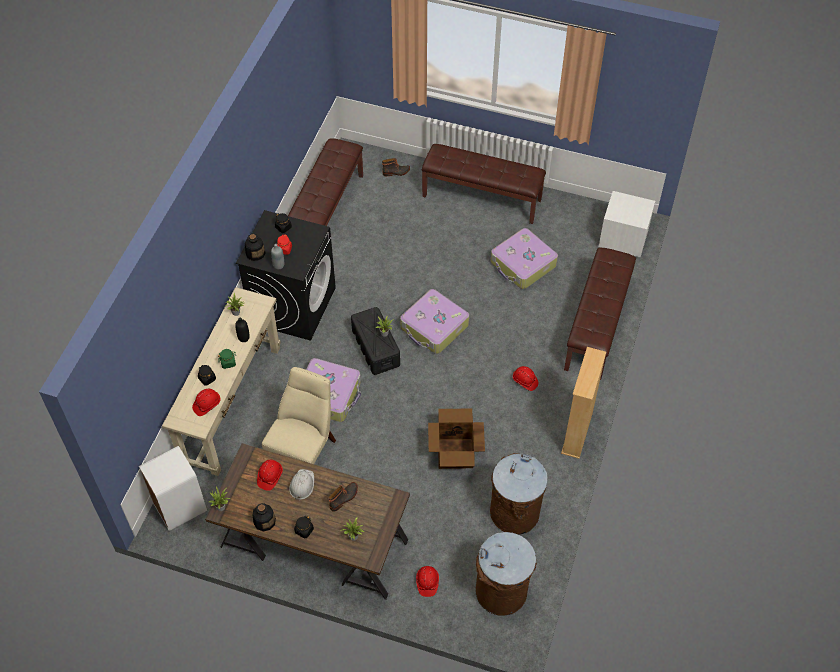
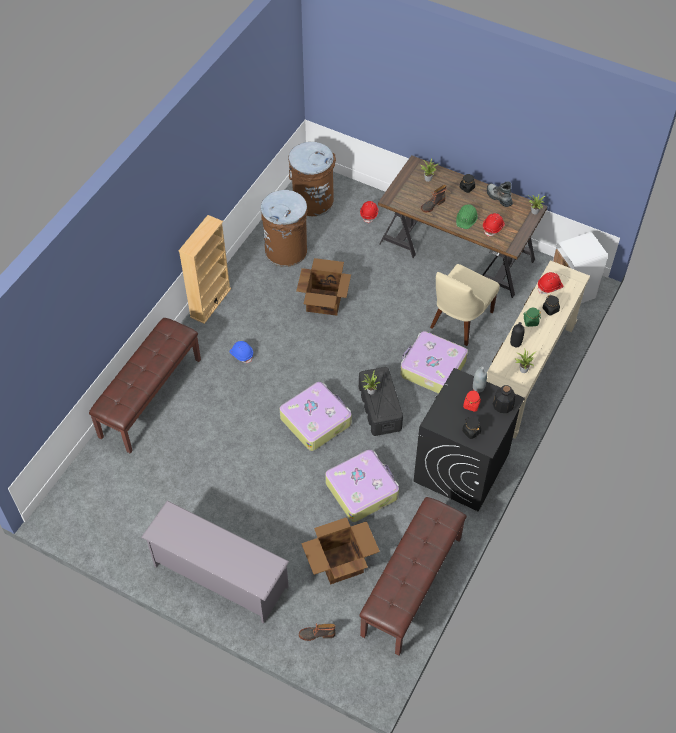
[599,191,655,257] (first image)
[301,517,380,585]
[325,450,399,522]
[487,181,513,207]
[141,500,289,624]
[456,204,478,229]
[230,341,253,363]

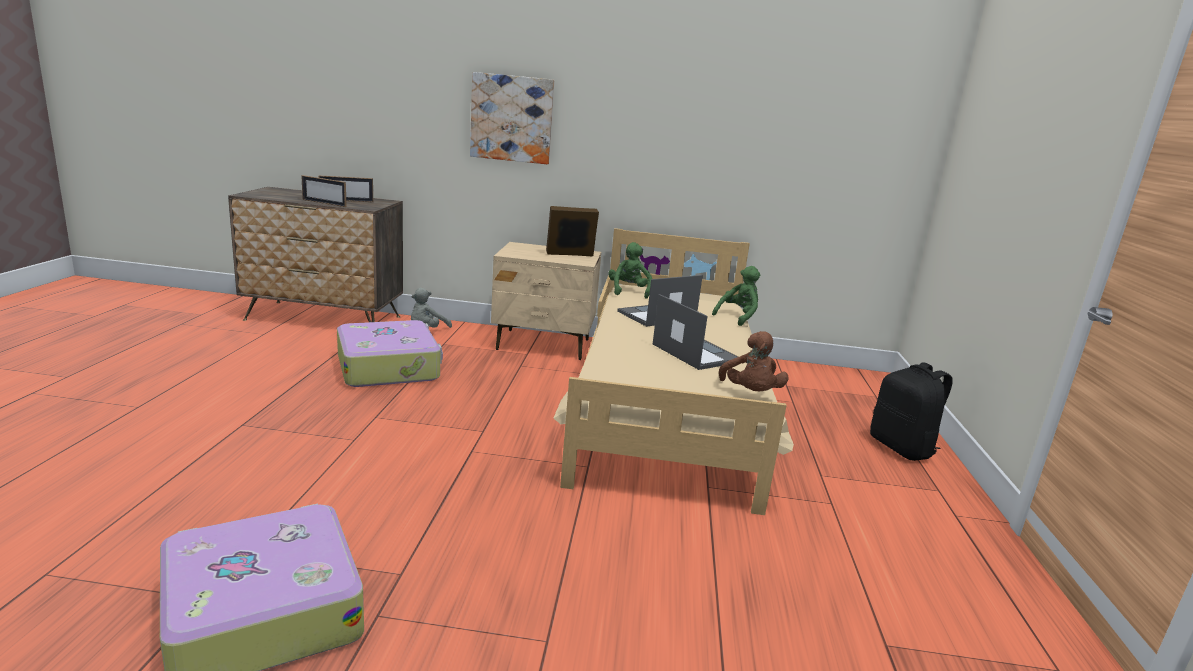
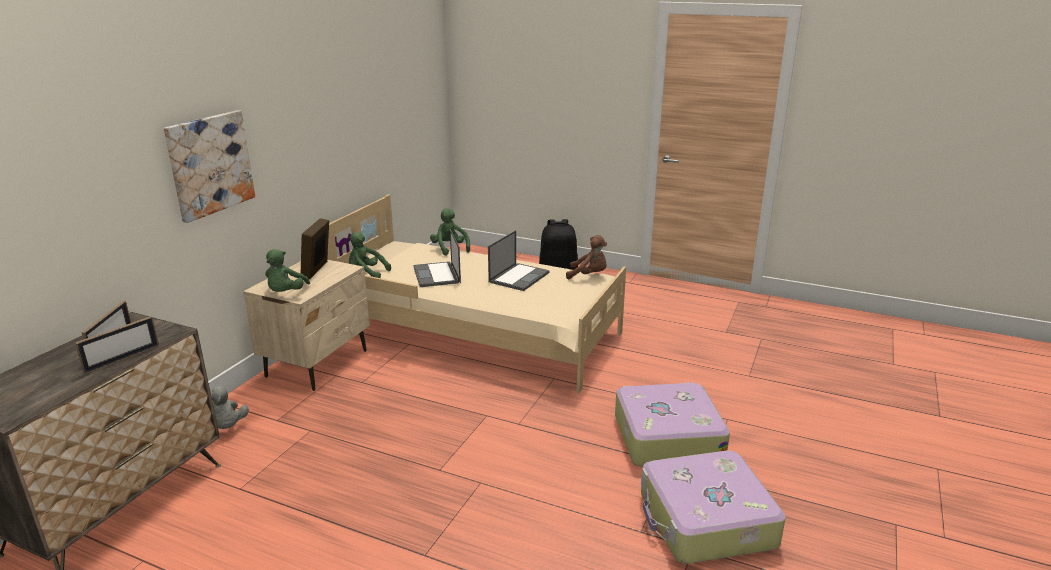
[265,249,310,292]
[615,382,730,467]
[488,230,550,291]

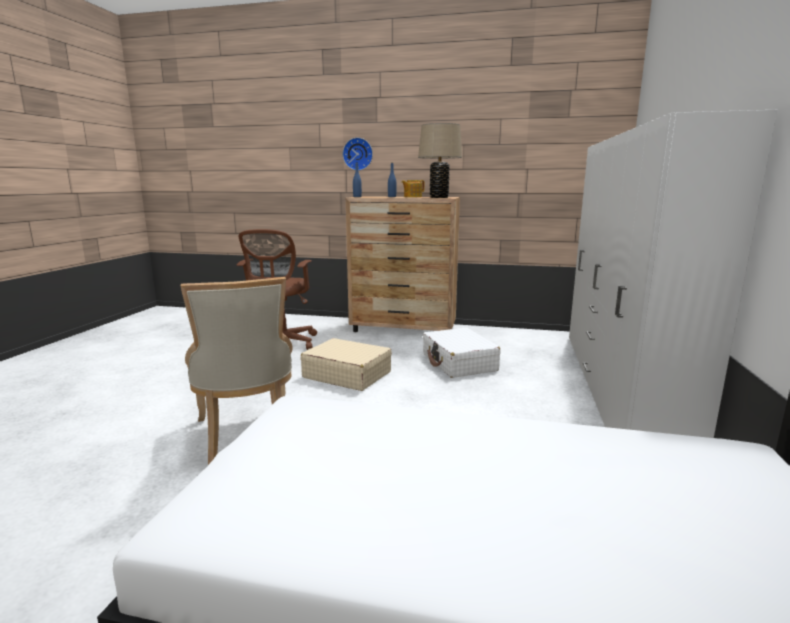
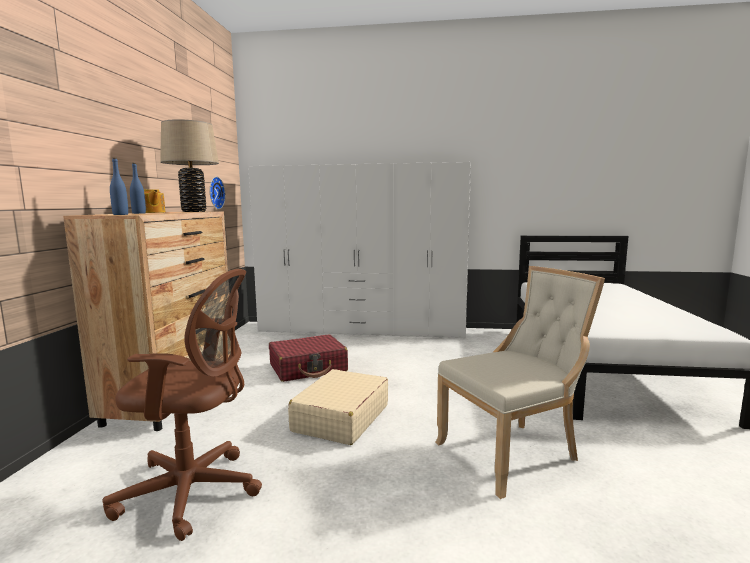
[209,177,226,209]
[269,334,348,382]

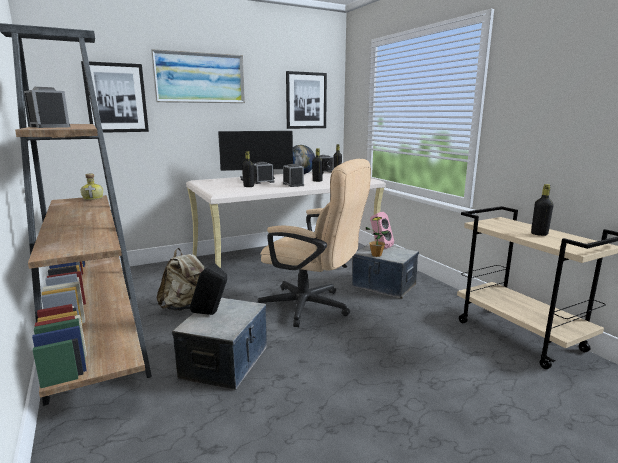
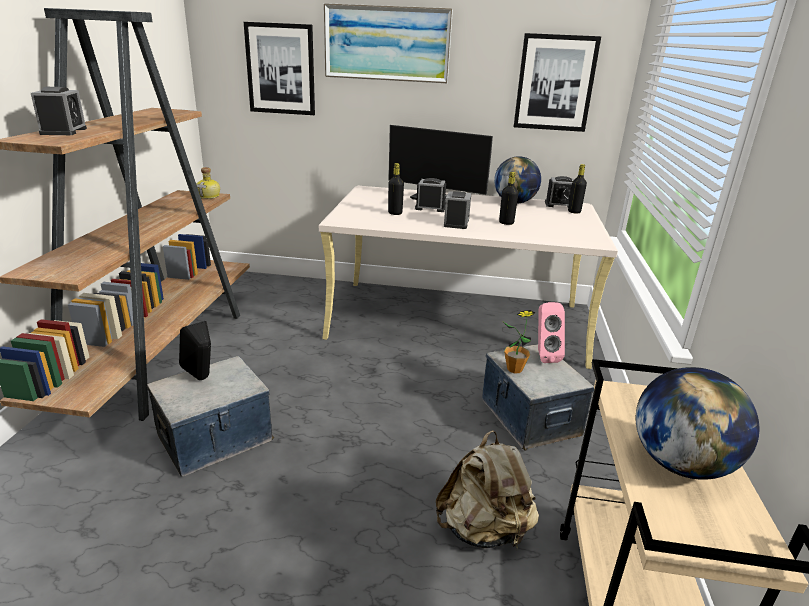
[257,159,371,327] (first image)
[436,430,539,549]
[636,367,759,480]

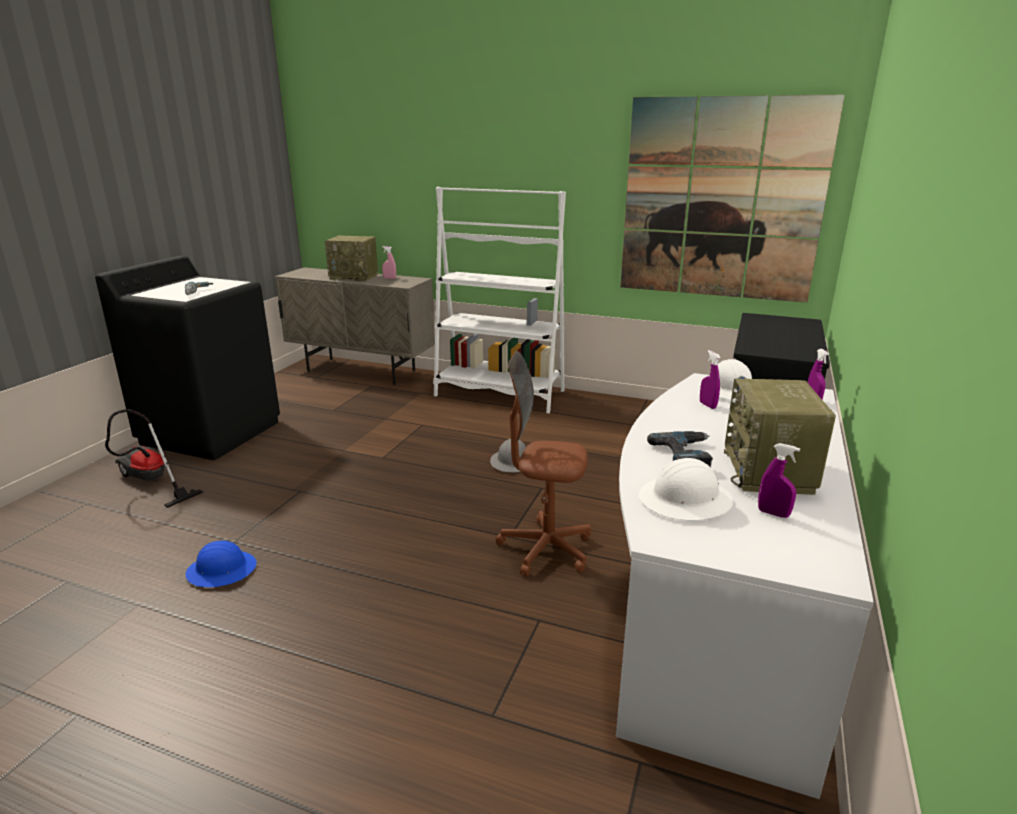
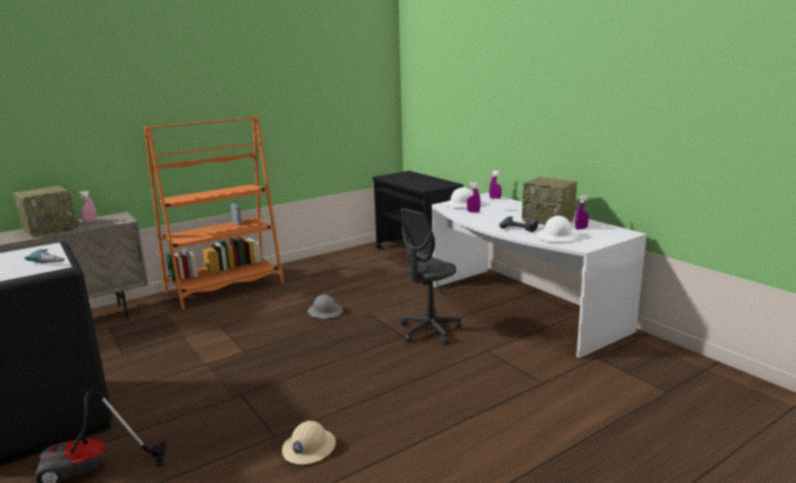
[620,95,845,303] (first image)
[282,421,336,464]
[144,116,284,310]
[401,208,462,344]

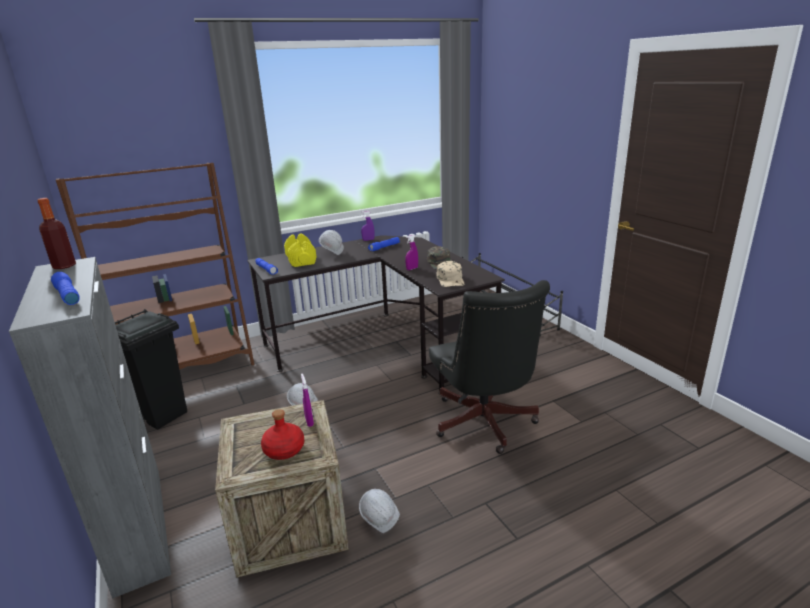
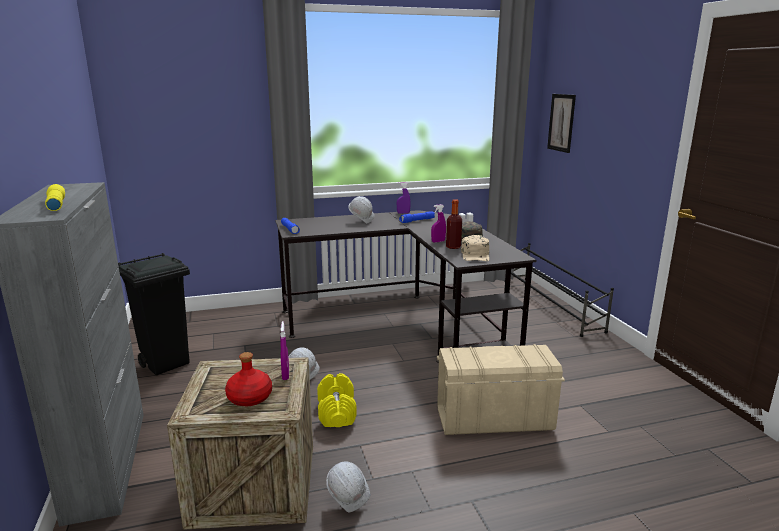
[56,163,254,370] (first image)
[547,94,576,153]
[446,199,462,249]
[317,373,357,427]
[437,344,565,435]
[45,184,65,211]

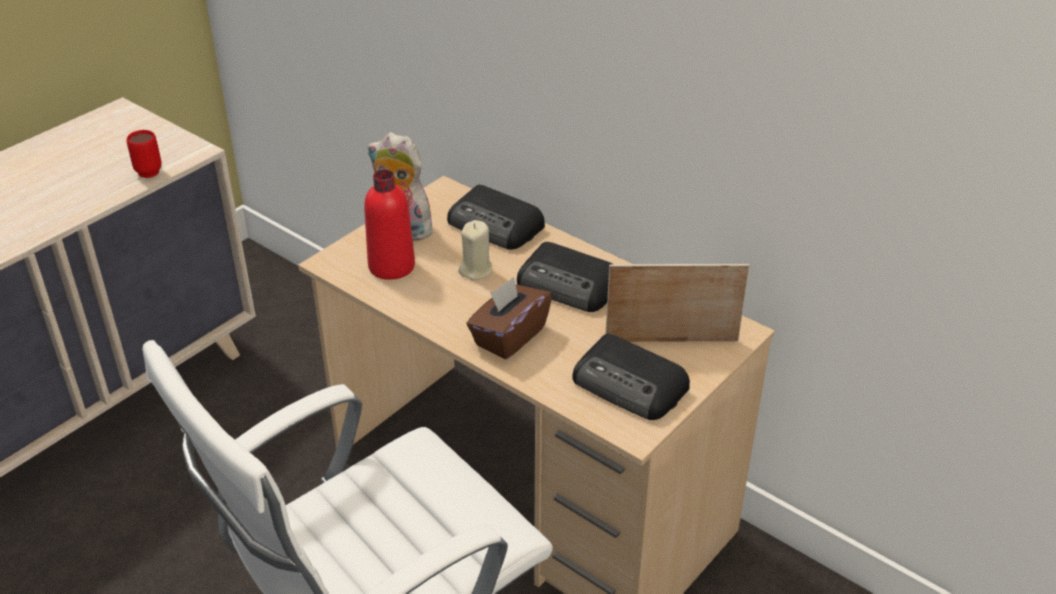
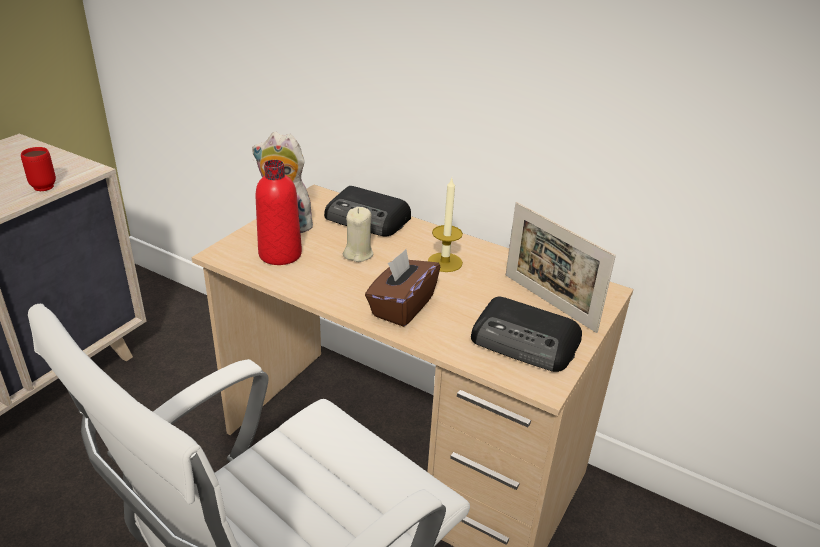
[428,178,463,272]
[506,202,616,333]

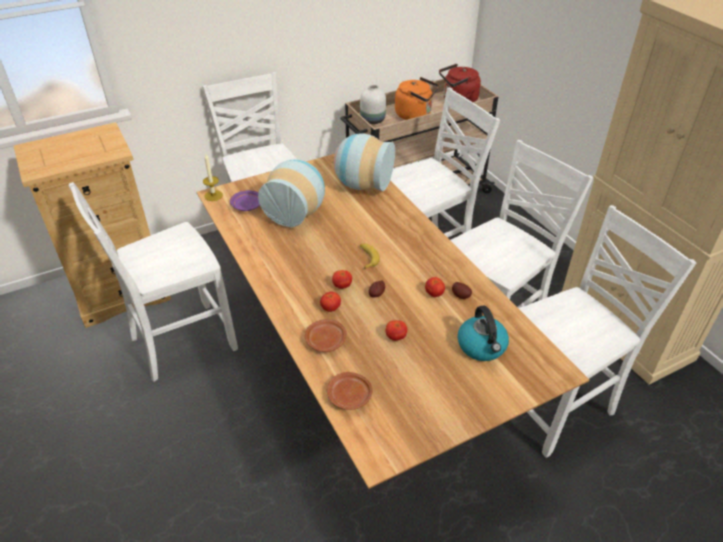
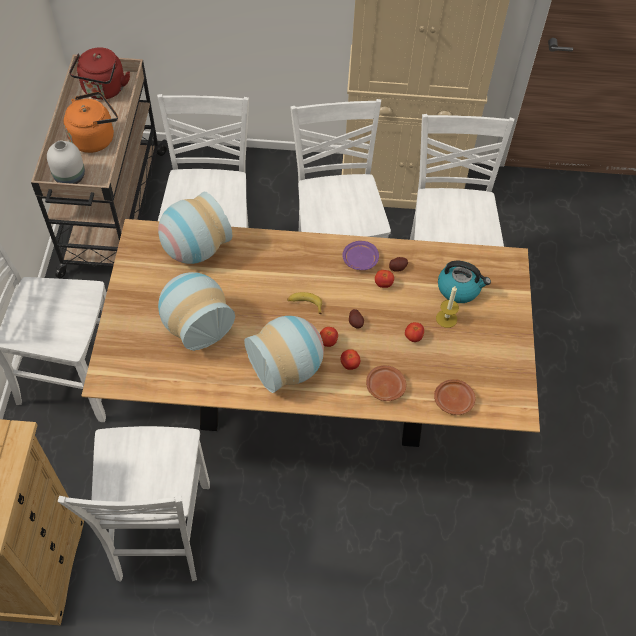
[244,316,324,393]
[436,286,459,328]
[342,241,379,270]

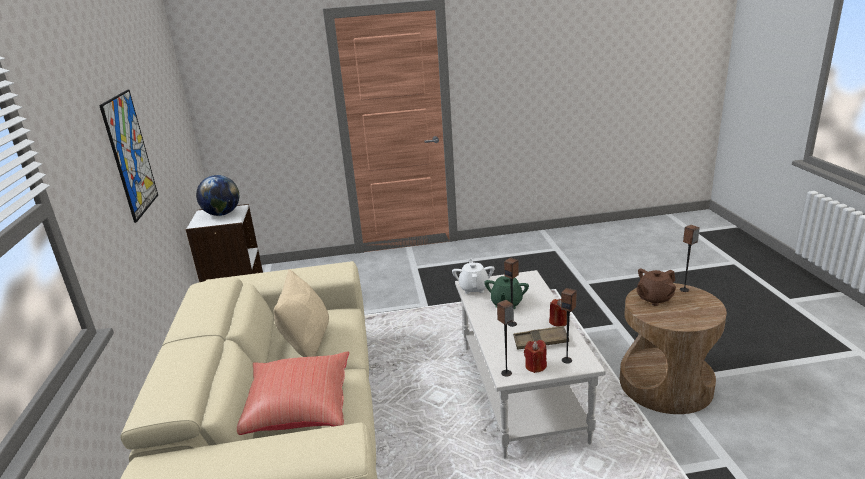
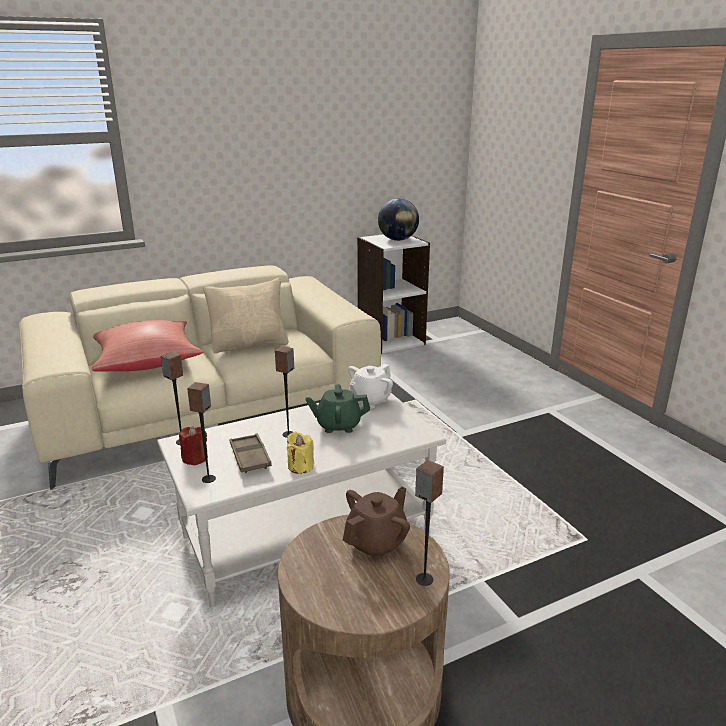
[99,90,158,223] (first image)
[287,432,314,474]
[348,364,393,409]
[343,487,410,560]

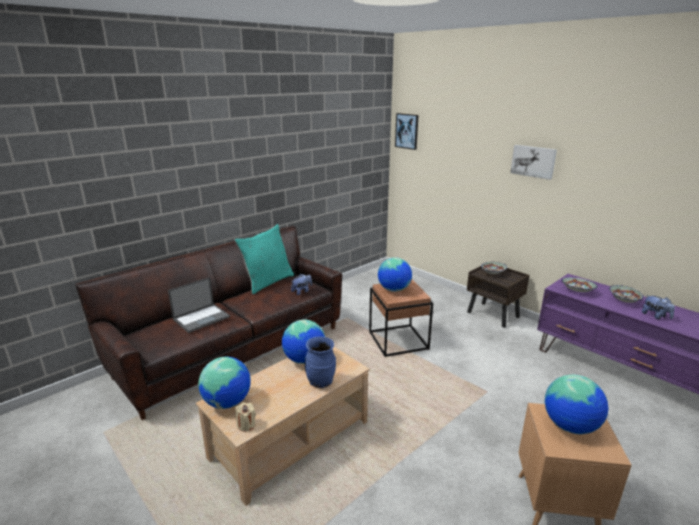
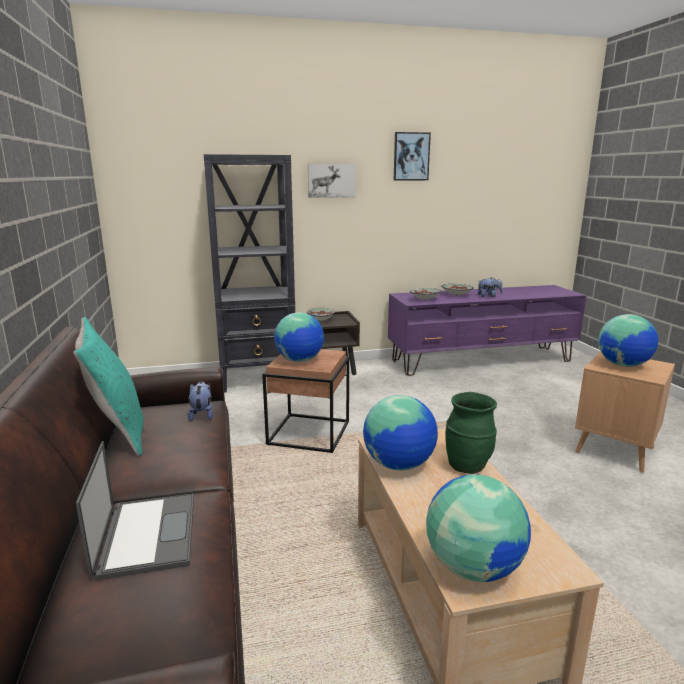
[235,403,256,432] (first image)
[204,154,295,393]
[394,132,431,180]
[445,392,497,474]

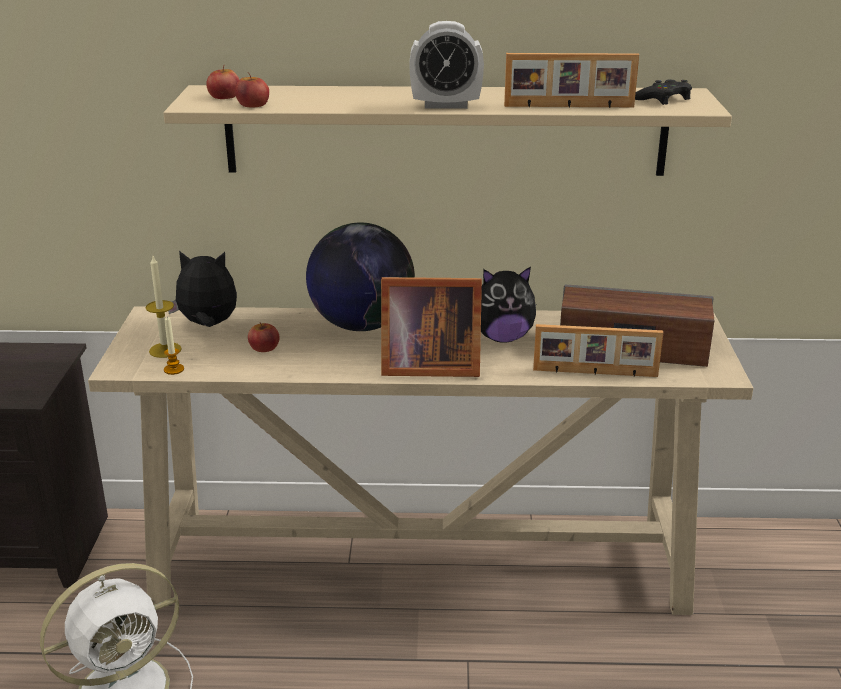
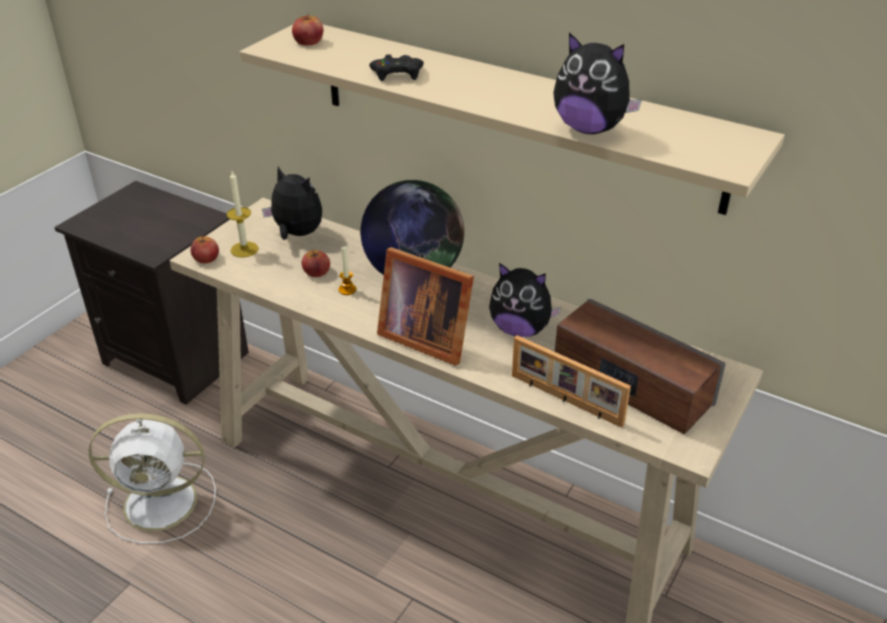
[409,21,484,109] (first image)
[338,246,356,295]
[191,235,219,263]
[369,54,424,81]
[553,33,642,134]

